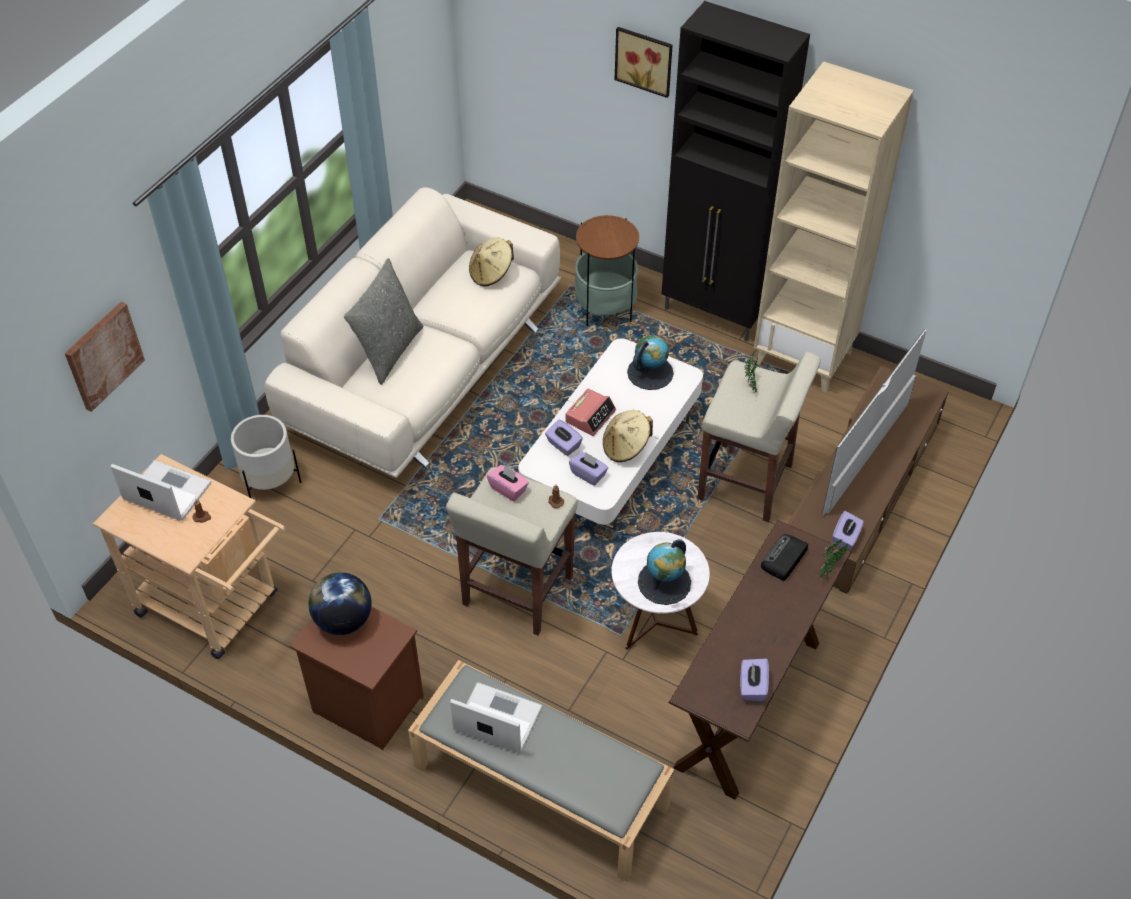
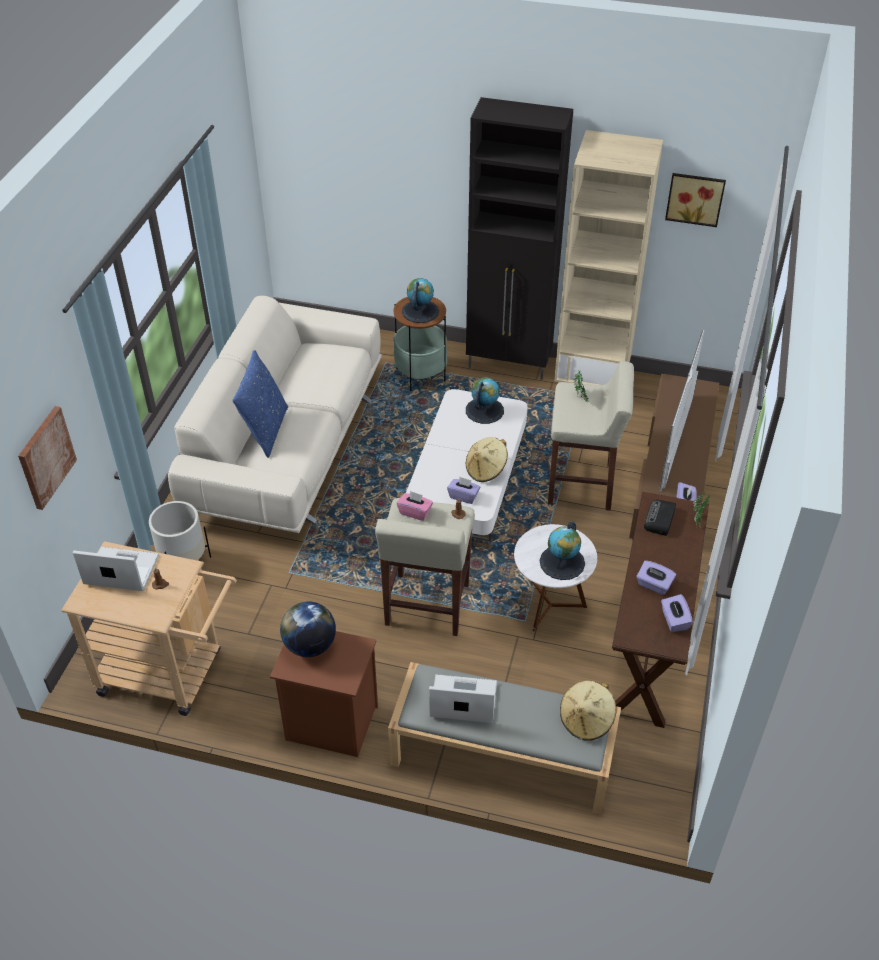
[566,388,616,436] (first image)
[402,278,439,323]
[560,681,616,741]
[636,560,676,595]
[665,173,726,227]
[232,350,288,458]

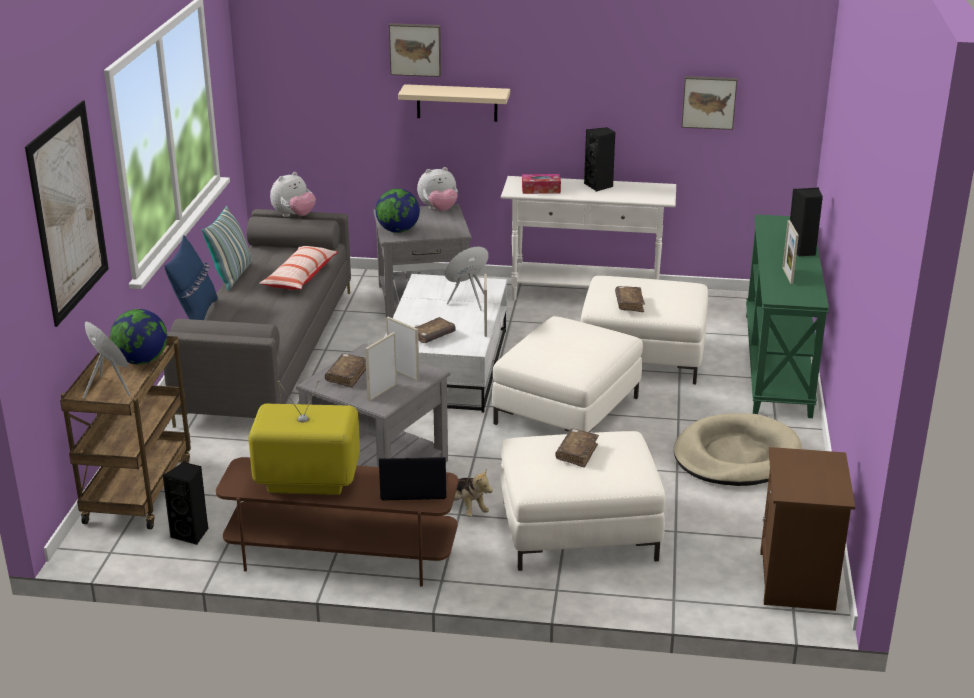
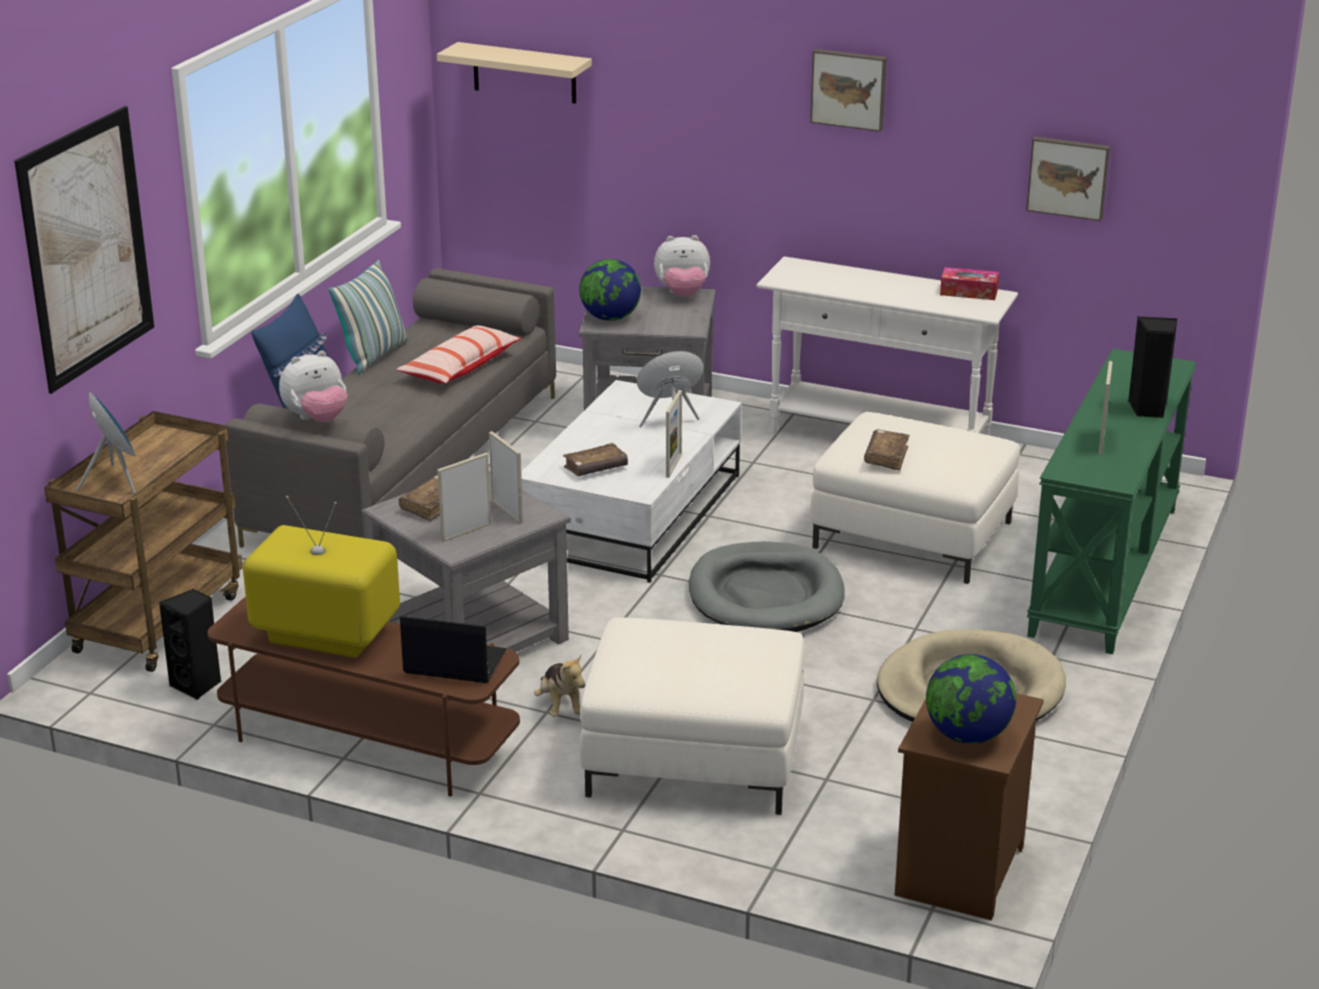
[555,429,599,468] (first image)
[584,127,615,192] (first image)
[926,654,1016,744]
[279,351,347,423]
[810,49,887,132]
[437,42,592,104]
[940,267,999,300]
[689,541,845,632]

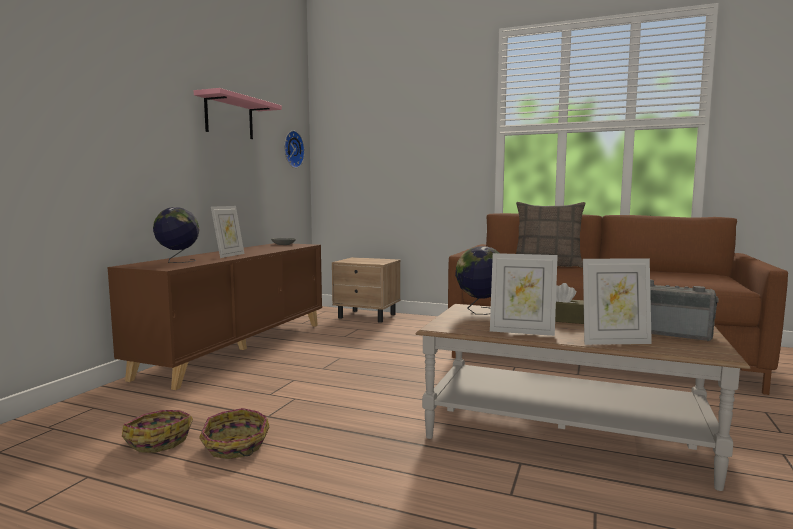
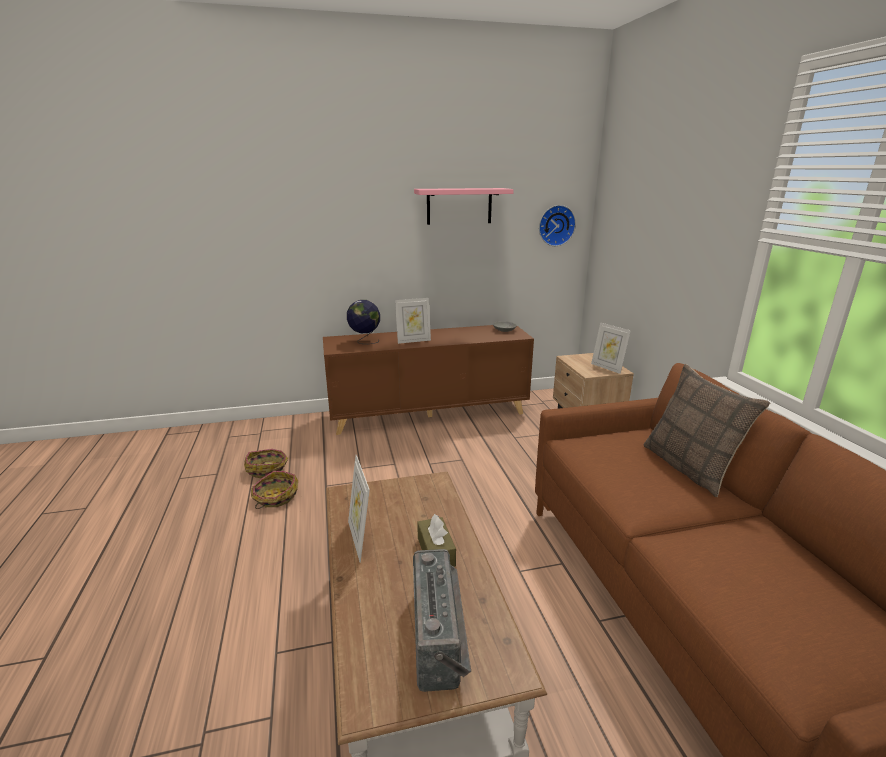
[455,246,499,315] (first image)
[591,322,631,374]

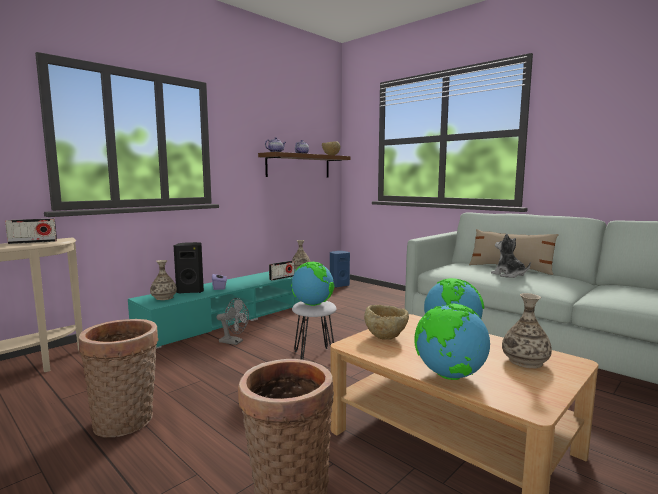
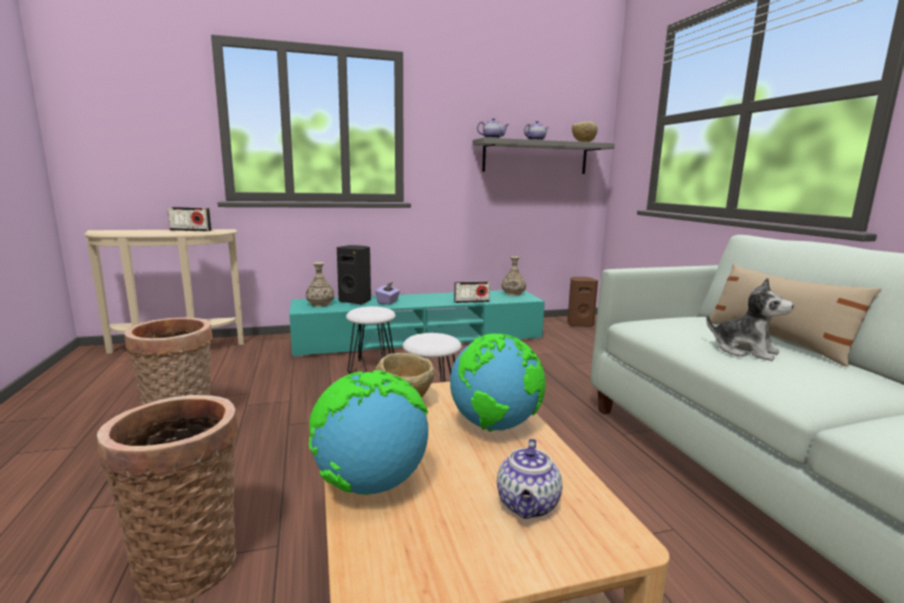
[291,262,334,306] (first image)
[346,306,396,374]
[497,439,562,519]
[473,137,615,174]
[567,277,598,326]
[706,278,794,361]

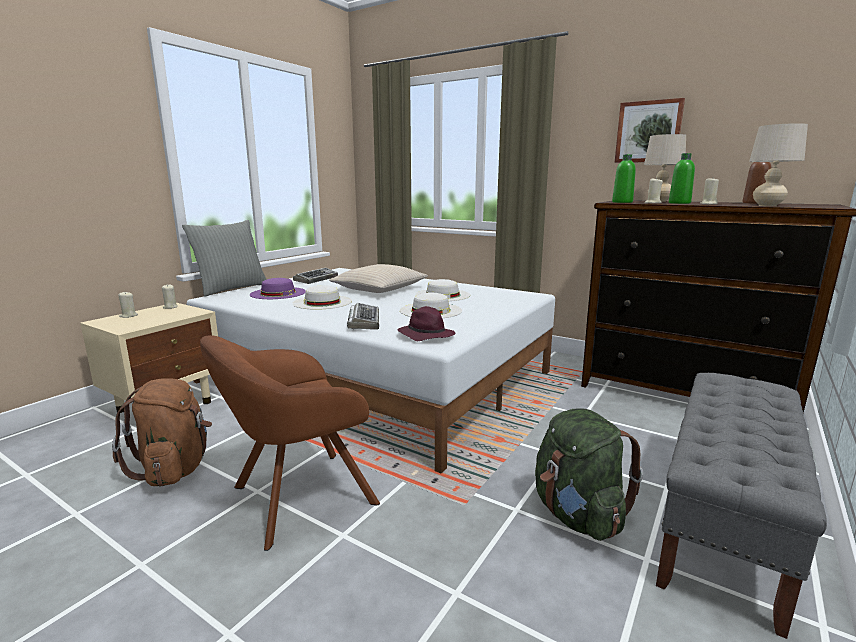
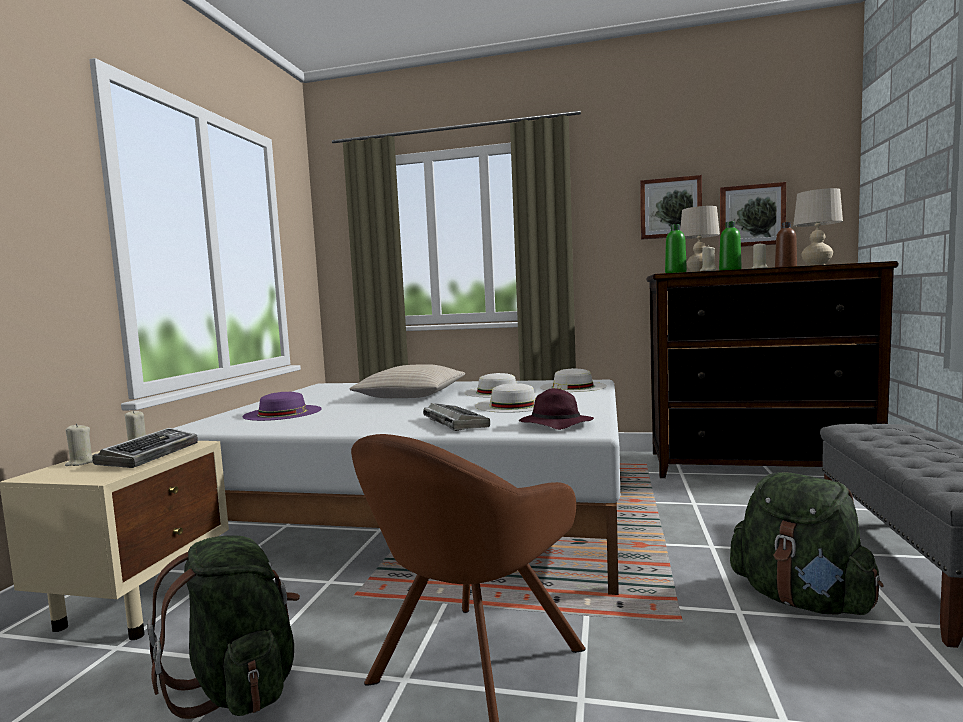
[182,220,267,296] (first image)
[720,182,786,247]
[540,368,607,392]
[92,428,198,468]
[147,535,300,719]

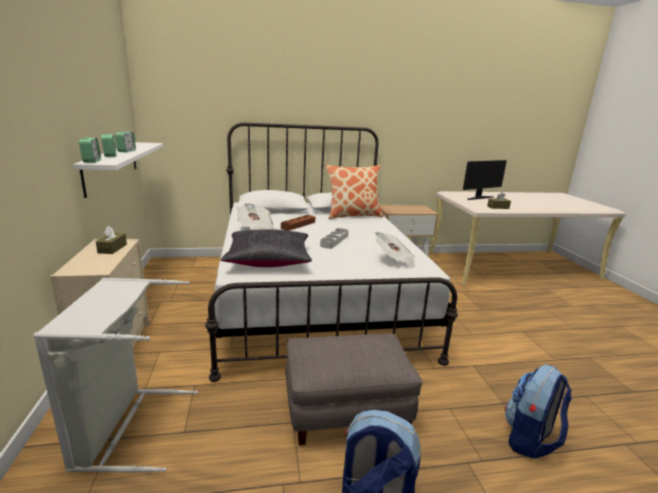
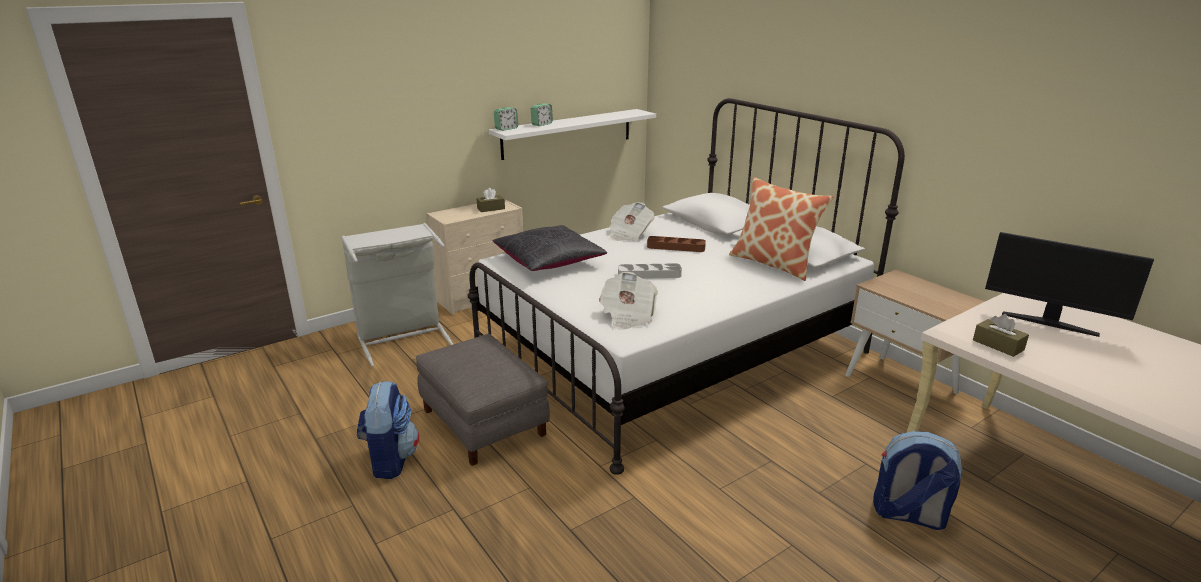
[115,132,136,152] (first image)
[873,431,962,530]

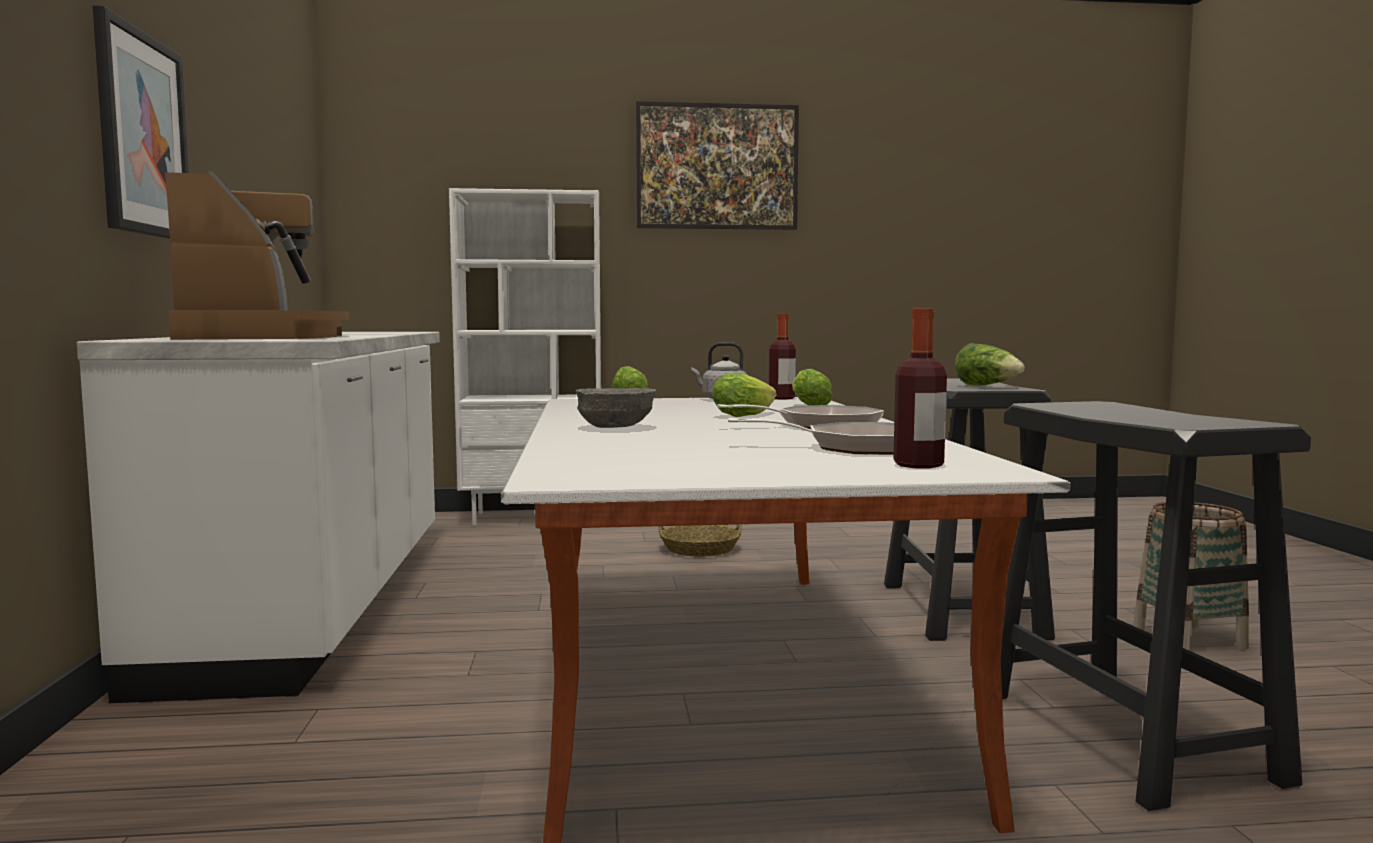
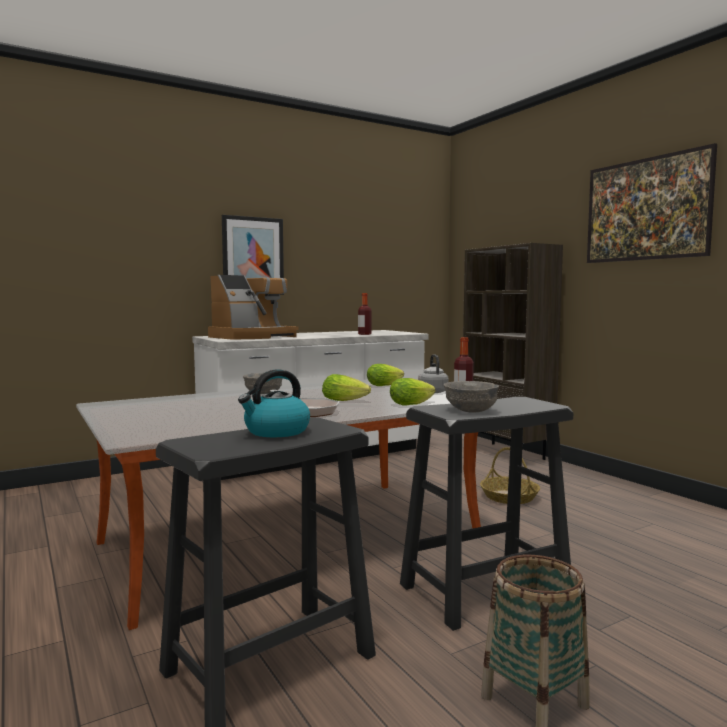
[728,418,894,455] (first image)
[238,370,310,437]
[358,293,371,335]
[444,381,499,413]
[463,243,563,460]

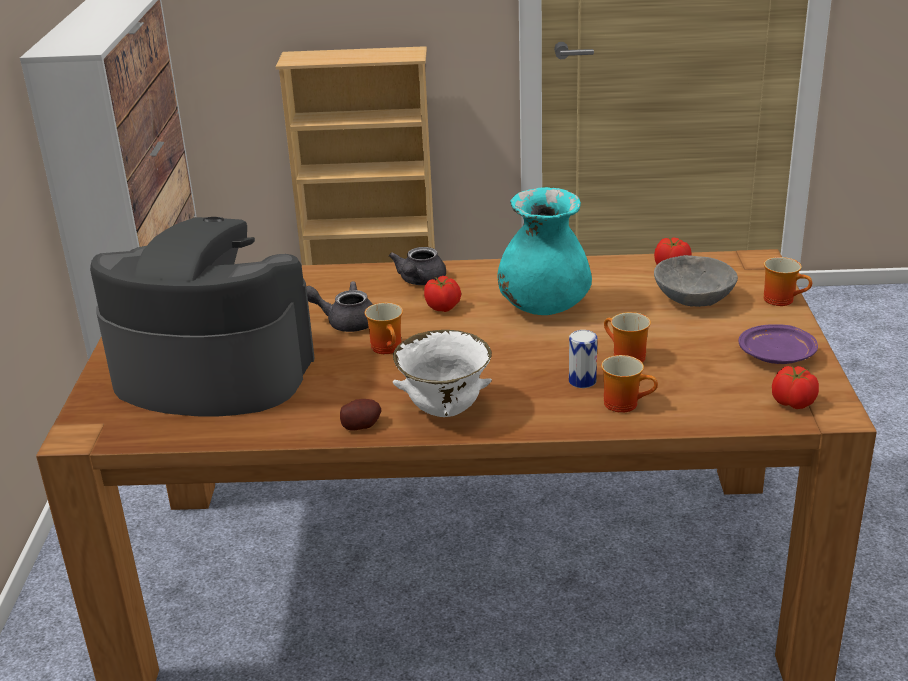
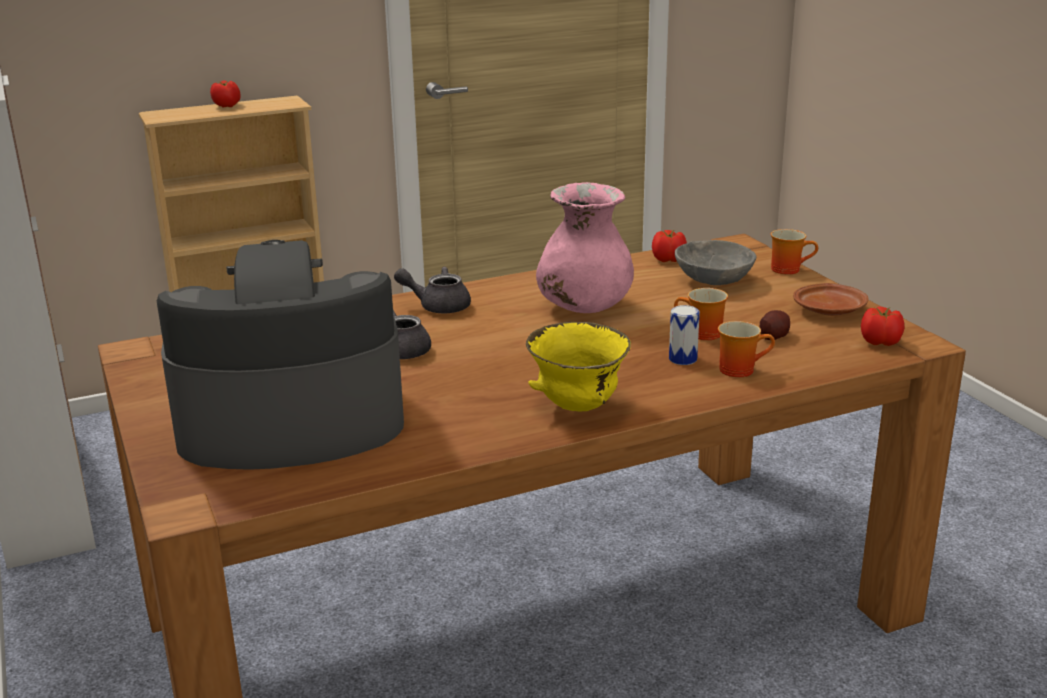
[365,302,403,354] (first image)
[760,310,790,340]
[210,80,241,108]
[526,322,631,412]
[536,182,634,313]
[793,283,868,316]
[394,267,471,313]

